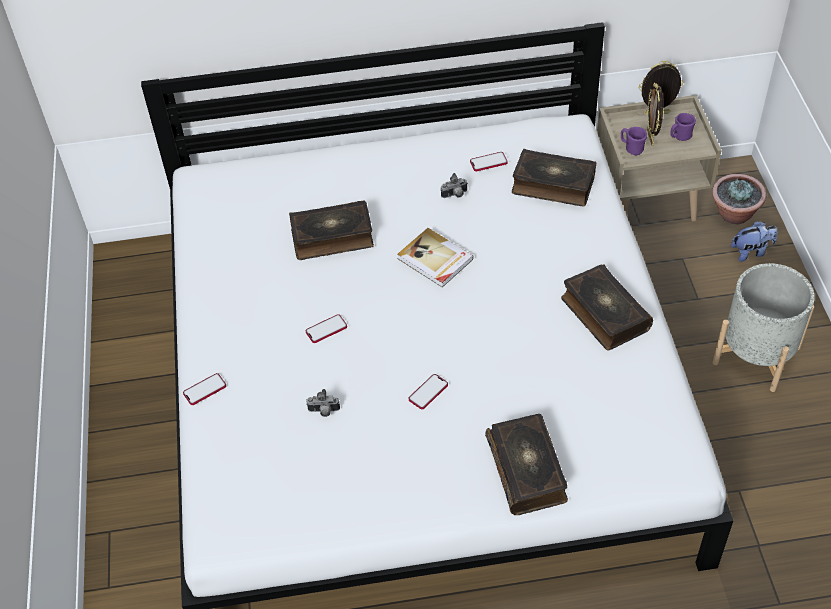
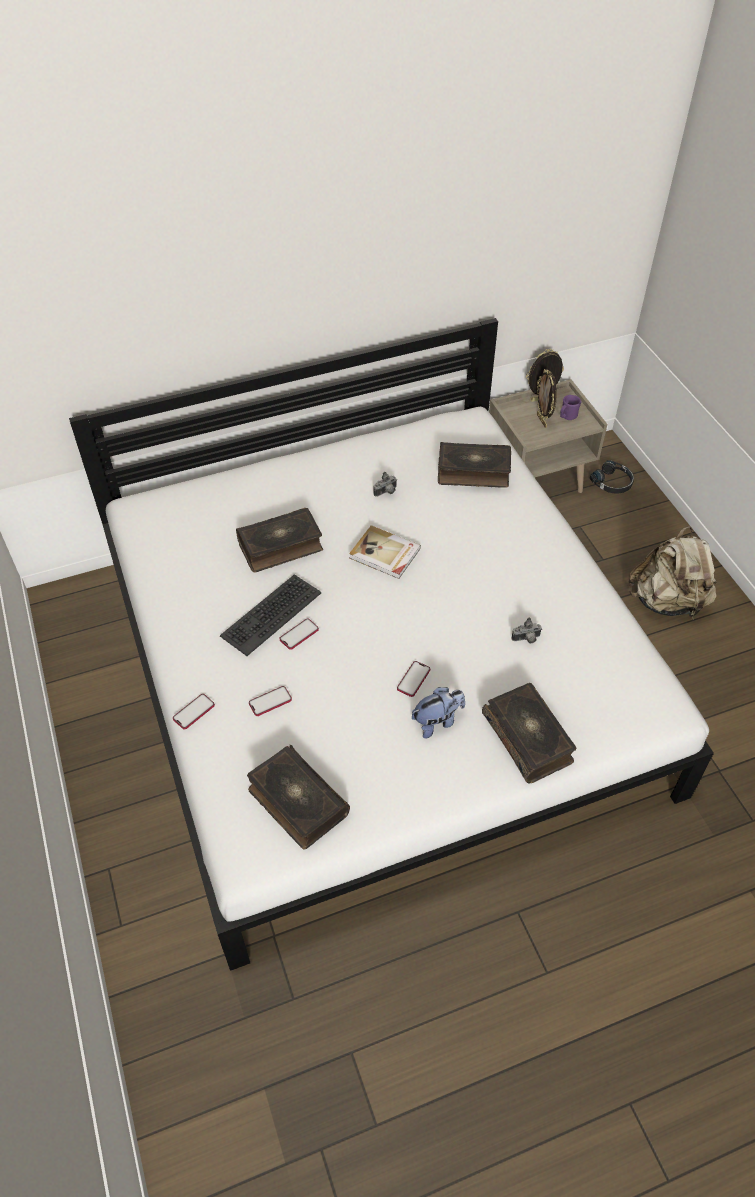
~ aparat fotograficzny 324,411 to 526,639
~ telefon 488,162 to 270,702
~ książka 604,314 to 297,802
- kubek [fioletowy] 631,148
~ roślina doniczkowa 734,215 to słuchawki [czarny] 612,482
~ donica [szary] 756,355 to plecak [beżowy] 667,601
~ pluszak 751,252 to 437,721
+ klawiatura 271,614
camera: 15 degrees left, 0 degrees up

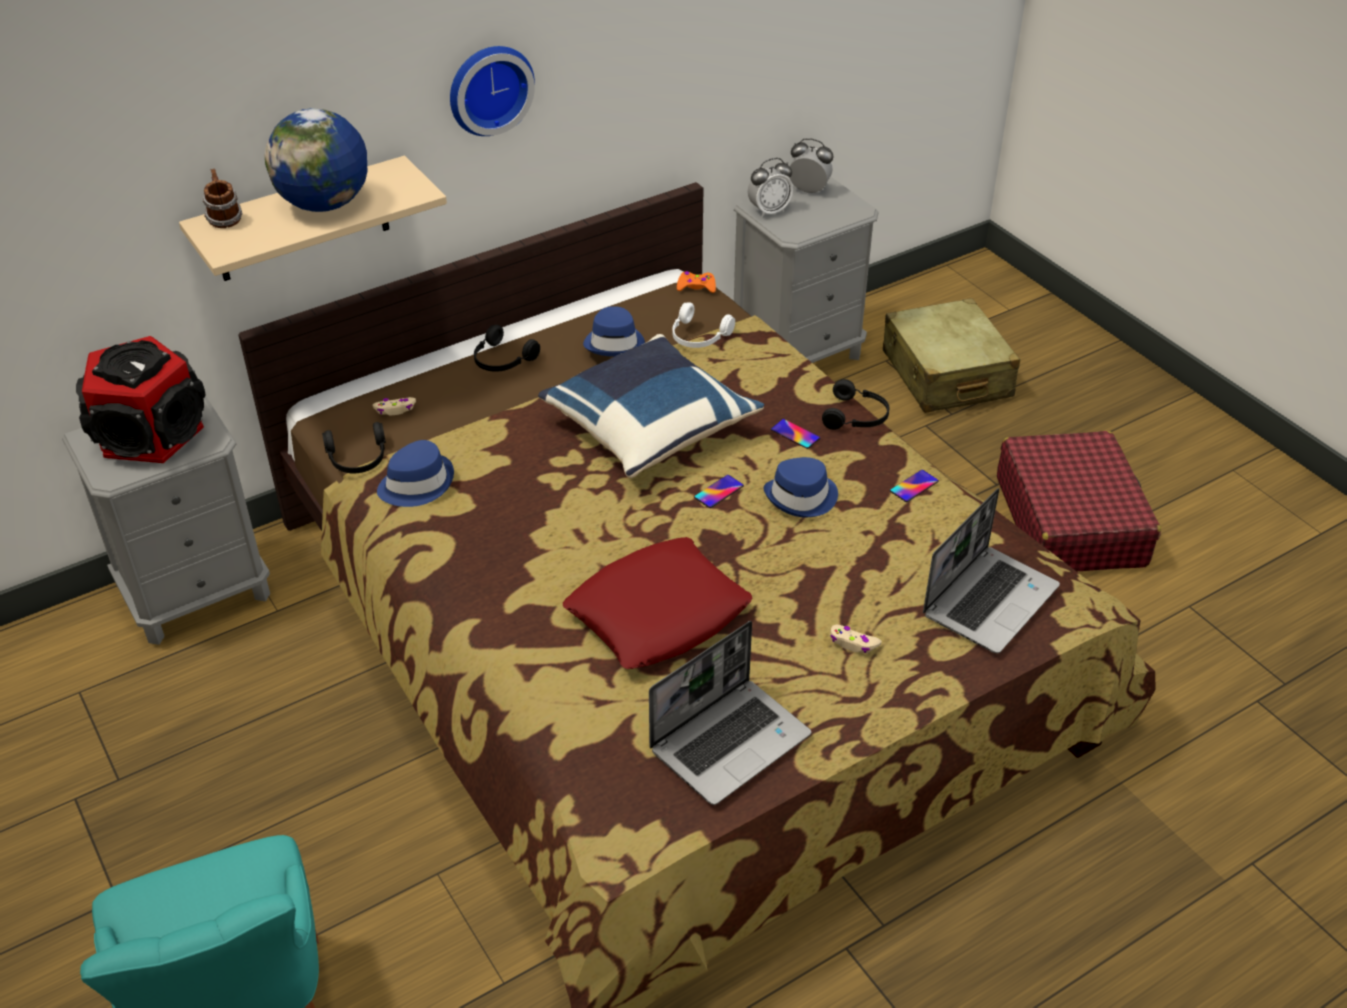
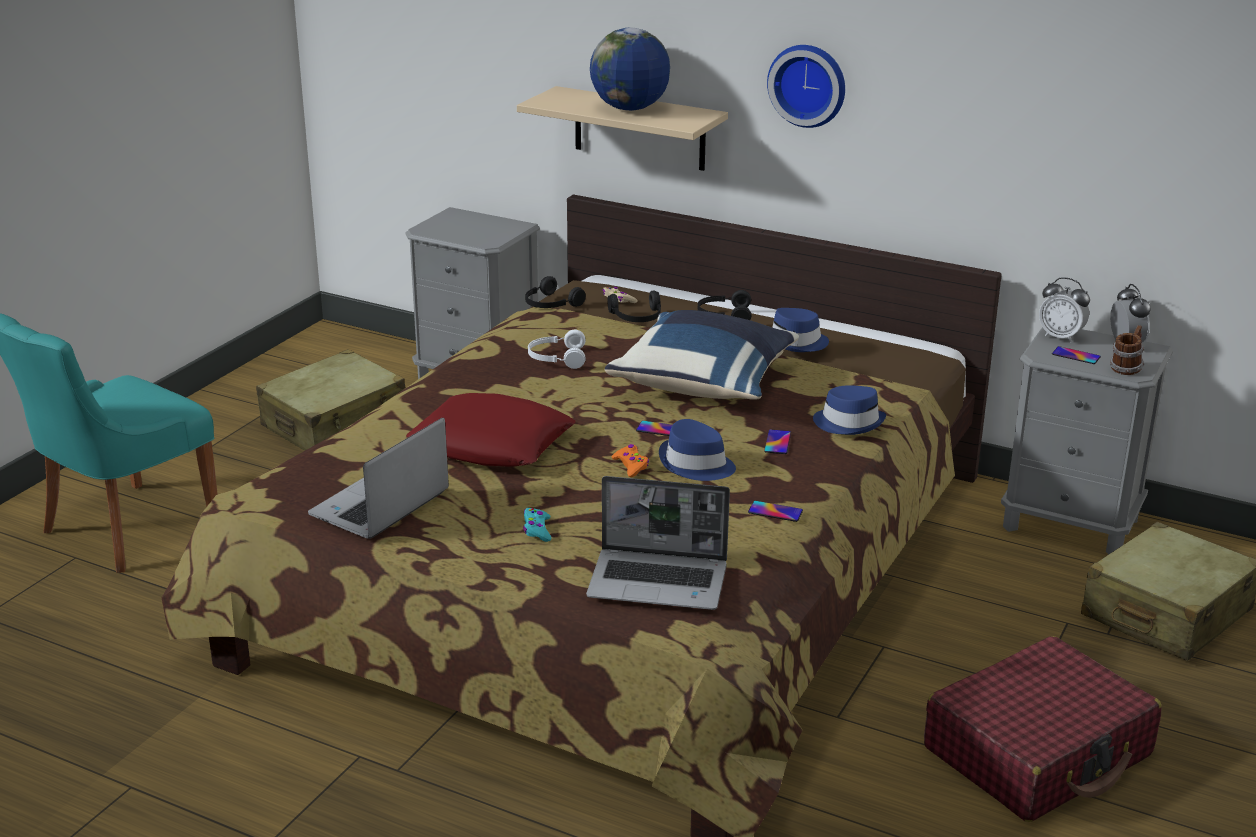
- głośnik 151,434
~ kubek 224,219 to 1126,368
~ kapelusz [niebieski] 416,484 to 849,423
~ laptop 730,741 = 380,506 105 degrees clockwise
~ słuchawki [biały] 698,337 to 556,358
~ pad do gier [pomarańczowy] 696,287 to 631,466
~ słuchawki [czarny] 856,416 to 637,318
~ pad do gier [beżowy] 853,643 to pad do gier [turkusowy] 537,530
+ walizka [beżowy] 335,423
+ telefon 1076,356
camera: 60 degrees right, 15 degrees down

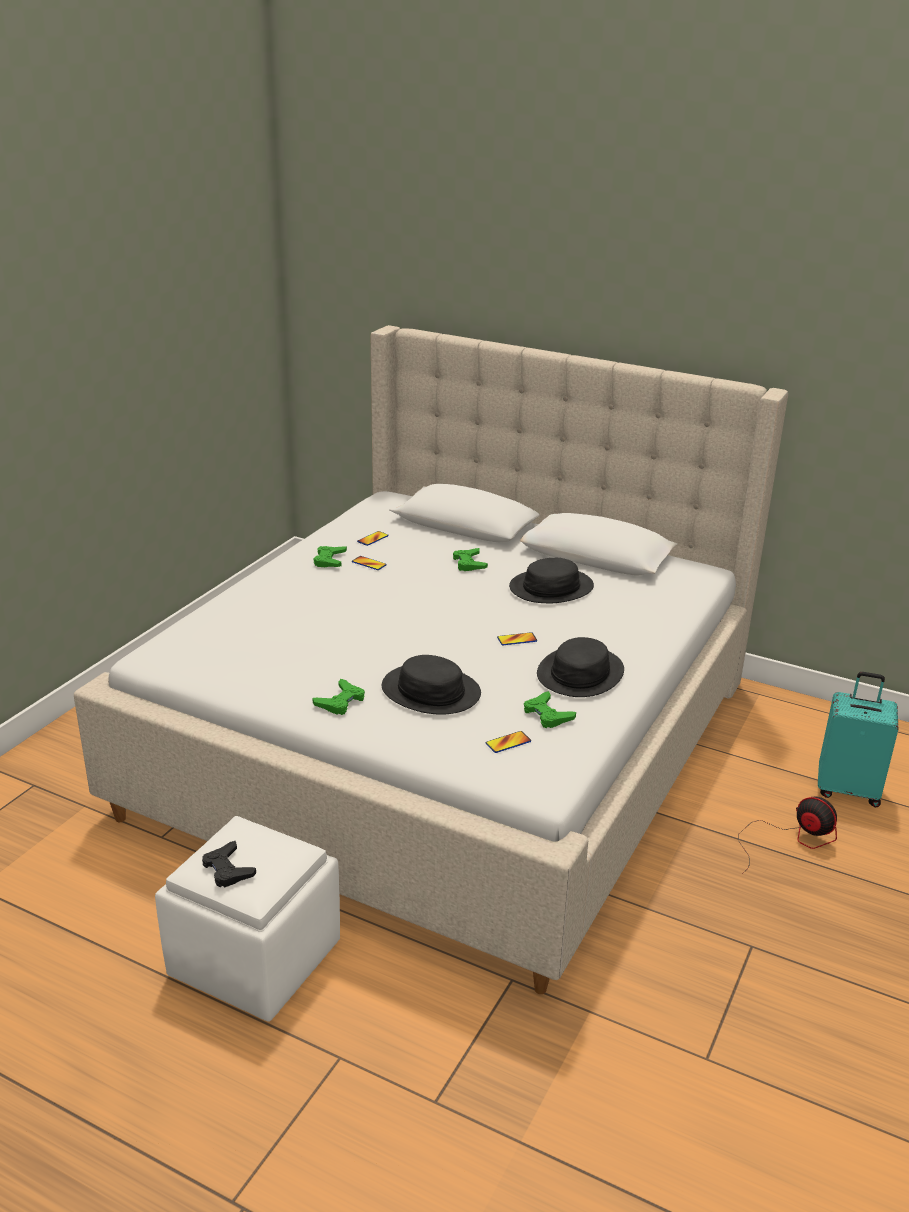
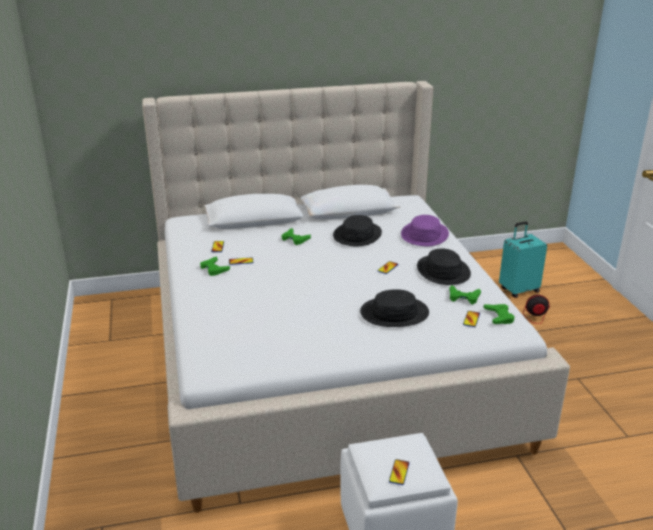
~ pad do gier [czarny] 228,869 to telefon 399,472
~ pad do gier [zielony] 340,702 to 499,317
+ kapelusz [fioletowy] 424,235
camera: 40 degrees left, 0 degrees up

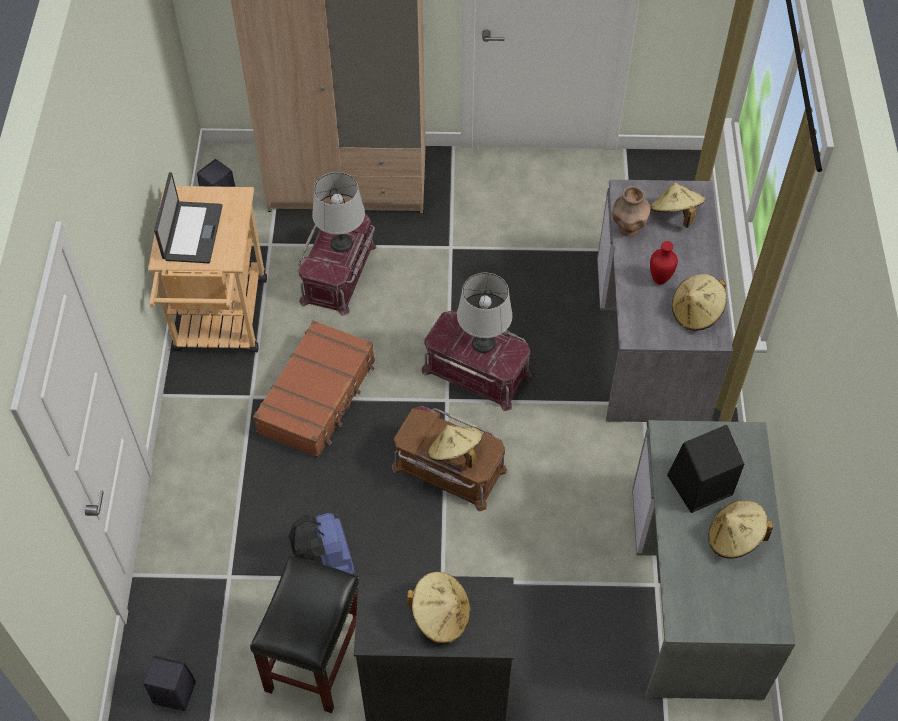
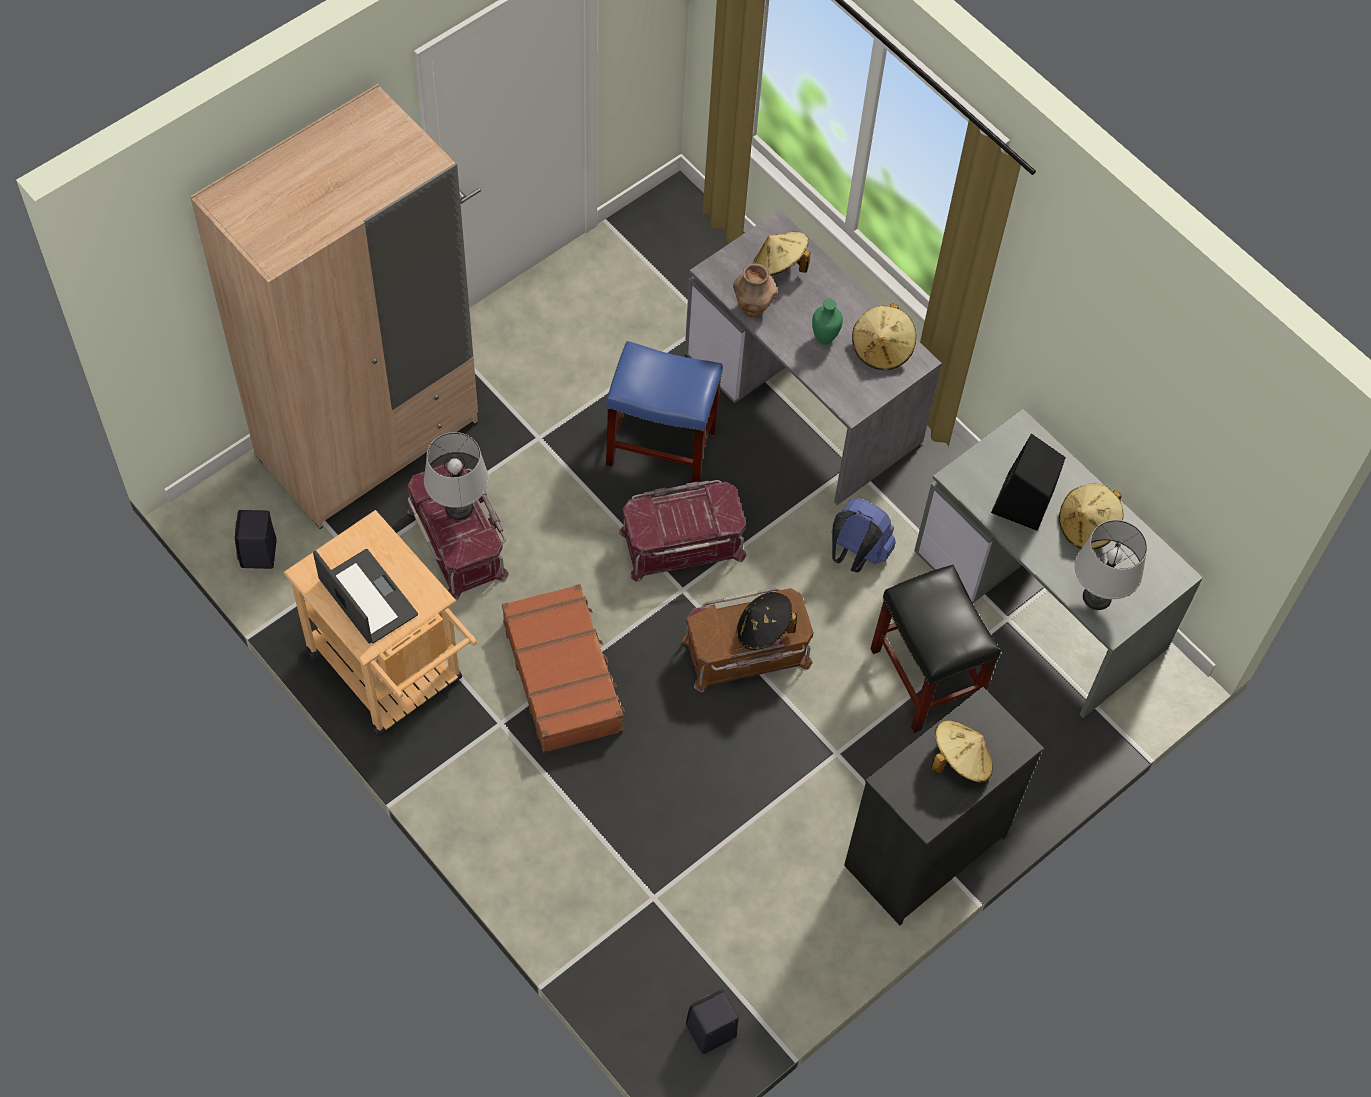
~ stołek [czarny] 315,657 to 924,677
~ plecak [niebieski] 327,563 to 856,554
~ kapelusz [beżowy] 454,453 to kapelusz [czarny] 763,630
~ lampa stołowa [szary] 483,343 to 1097,597
~ wazon [czerwony] 659,279 to wazon [zielony] 823,339
+ stołek [niebieski] 660,448
camera: 45 degrees left, 5 degrees up

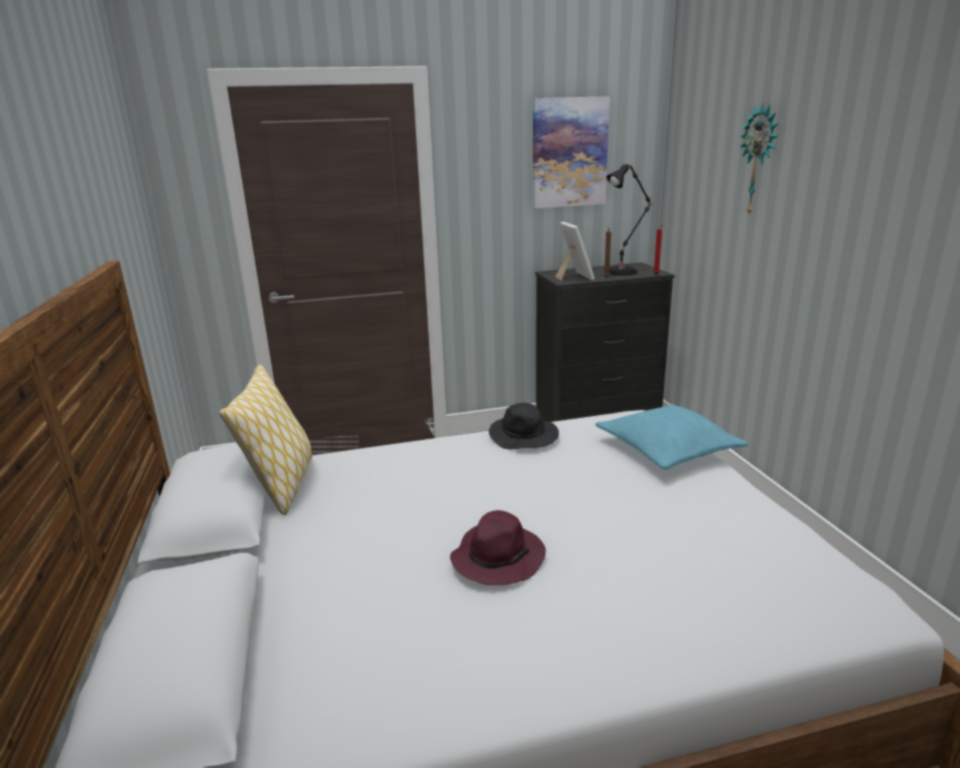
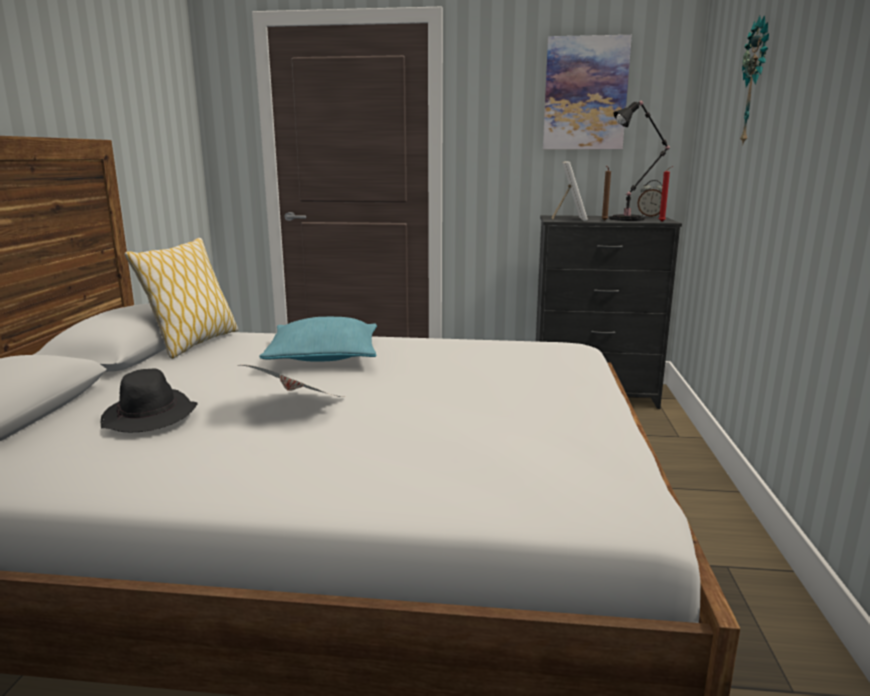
~ kapelusz [fioletowy] 498,557 to gazeta 296,407
~ kapelusz [czarny] 524,437 to 150,418
~ poduszka [turkusowy] 667,448 to 324,356
+ budzik 650,216
camera: 20 degrees right, 5 degrees down

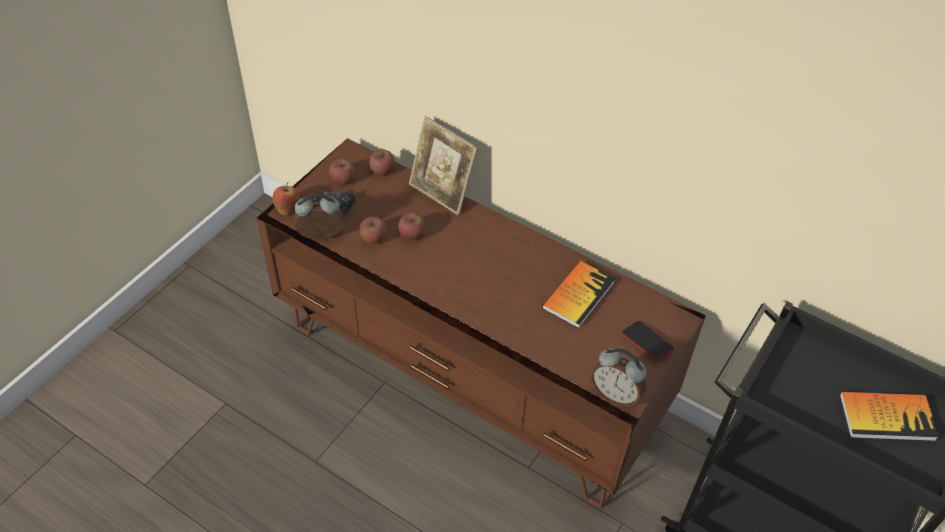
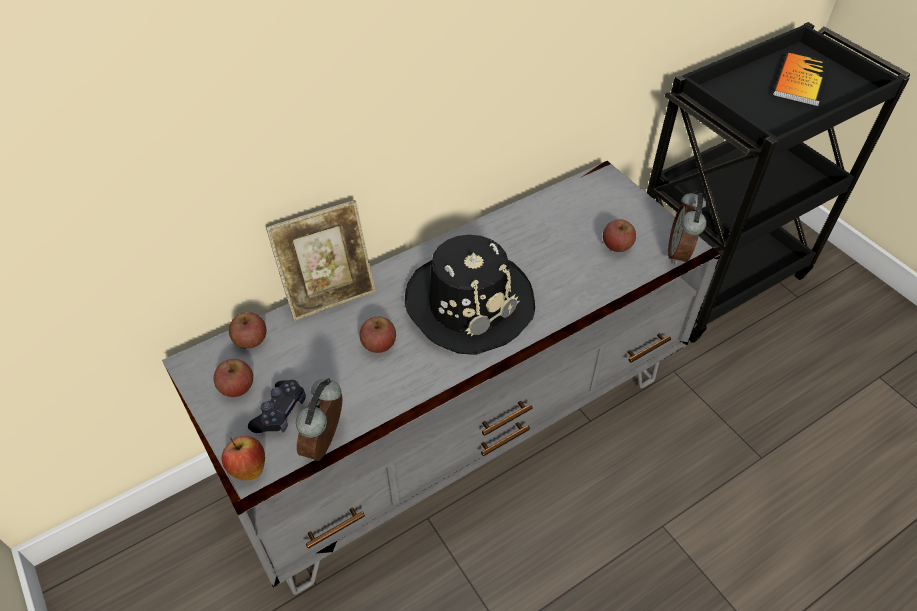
~ szafka pod telewizor [brązowy] 469,375 to szafka pod telewizor [szary] 459,430
~ jabłko 373,238 to 617,245
- książka 578,295
~ budzik 615,395 = 680,253 135 degrees clockwise
- telefon 646,343
+ kapelusz [czarny] 469,303
camera: 65 degrees left, 0 degrees up

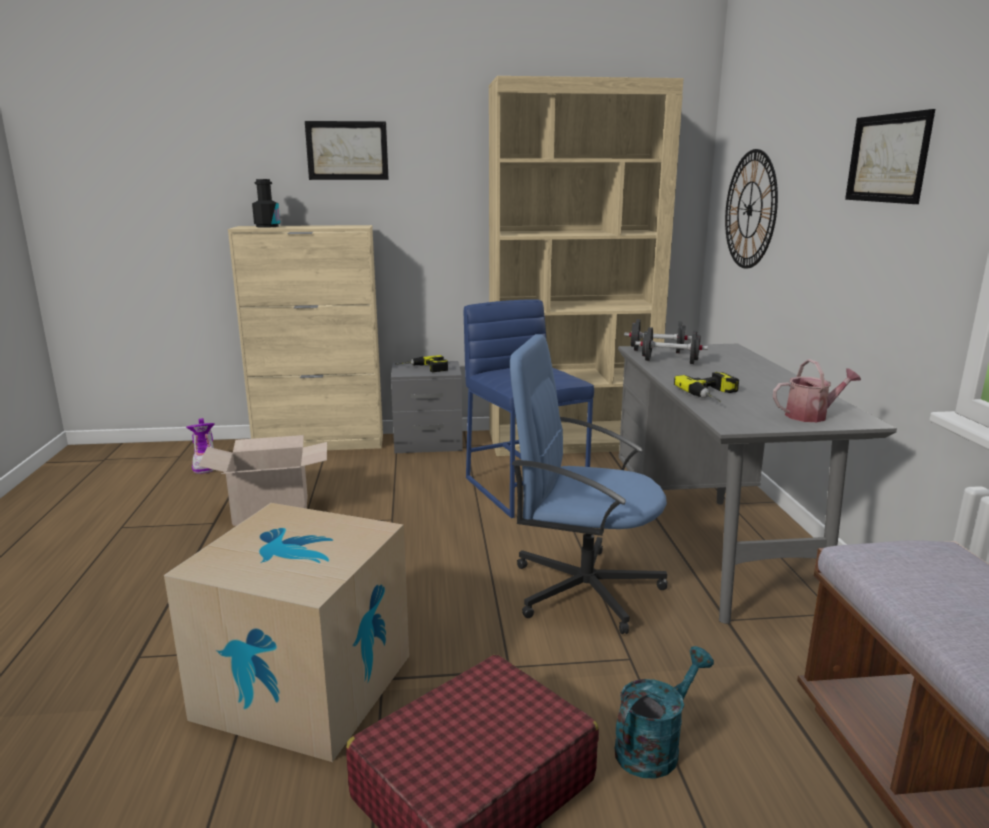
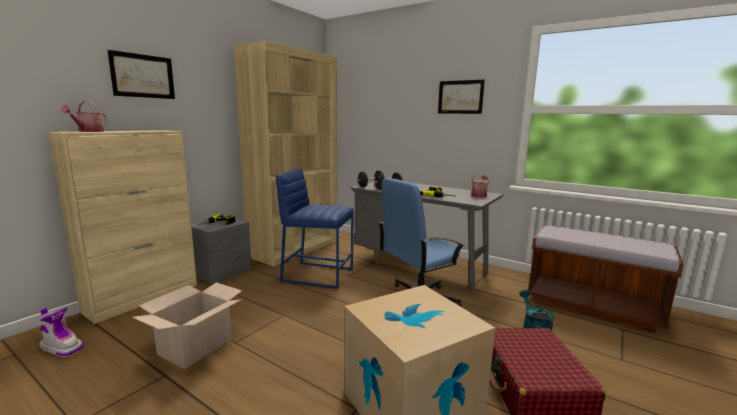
~ butelka [czarny] 267,226 to konewka 88,131
- zegar ścienny 750,210
camera: 50 degrees left, 5 degrees down

